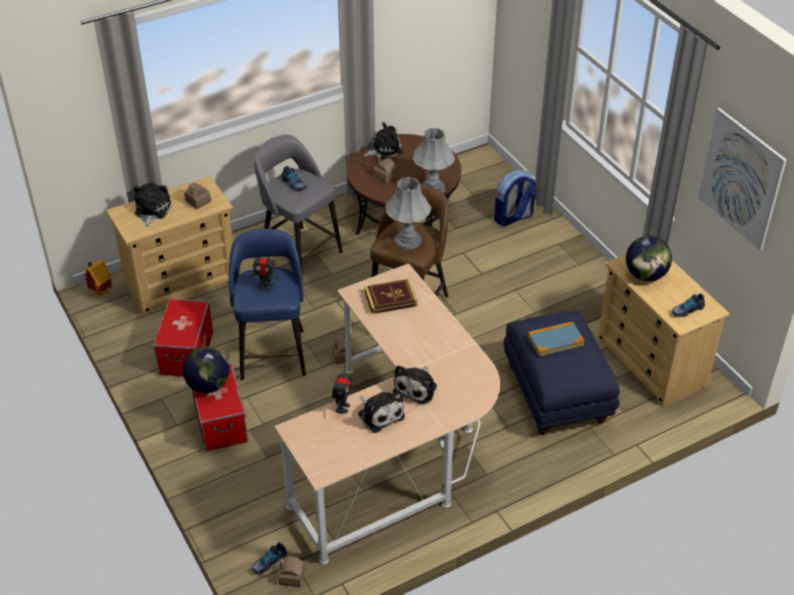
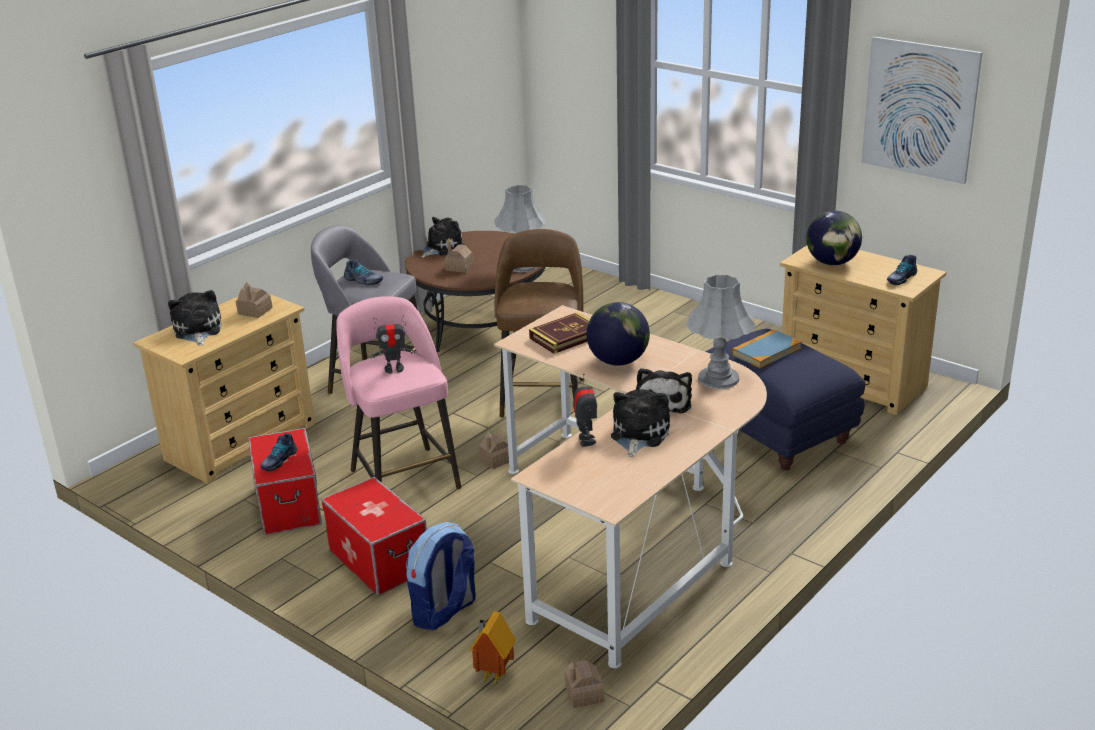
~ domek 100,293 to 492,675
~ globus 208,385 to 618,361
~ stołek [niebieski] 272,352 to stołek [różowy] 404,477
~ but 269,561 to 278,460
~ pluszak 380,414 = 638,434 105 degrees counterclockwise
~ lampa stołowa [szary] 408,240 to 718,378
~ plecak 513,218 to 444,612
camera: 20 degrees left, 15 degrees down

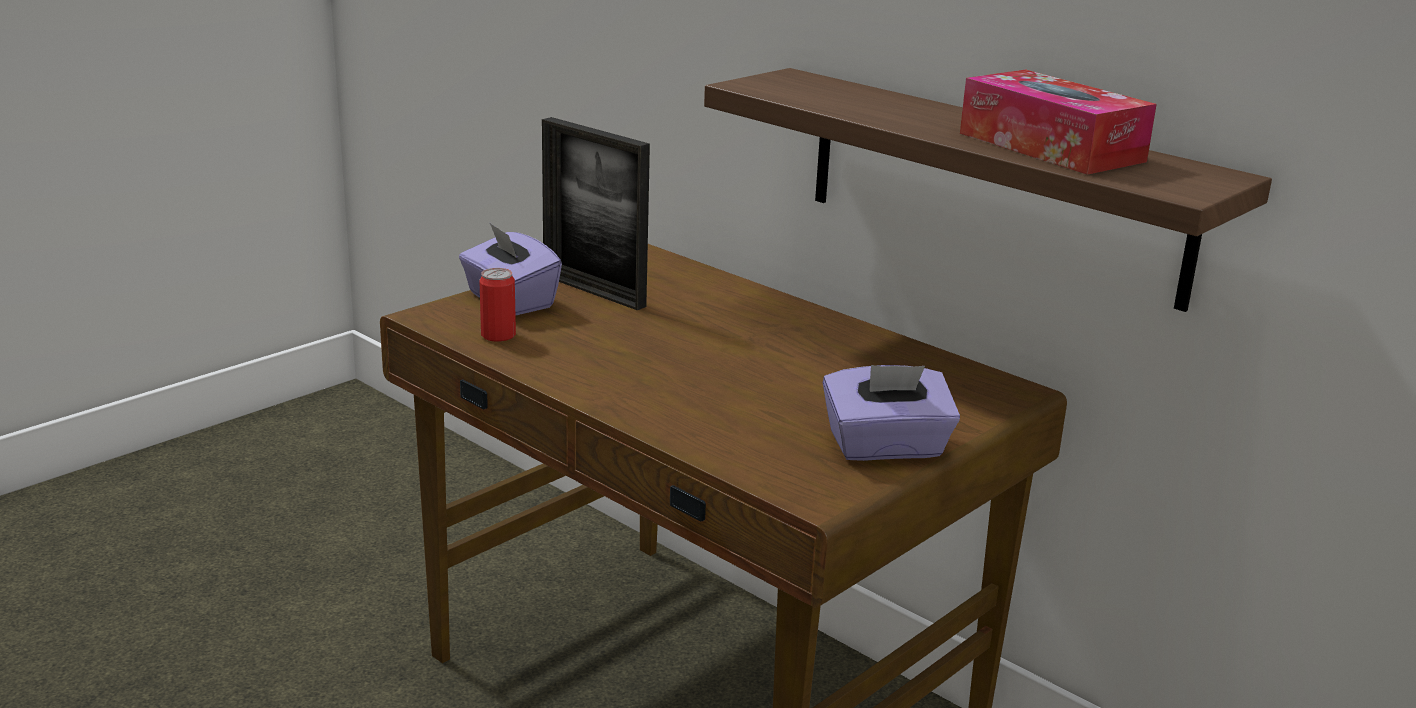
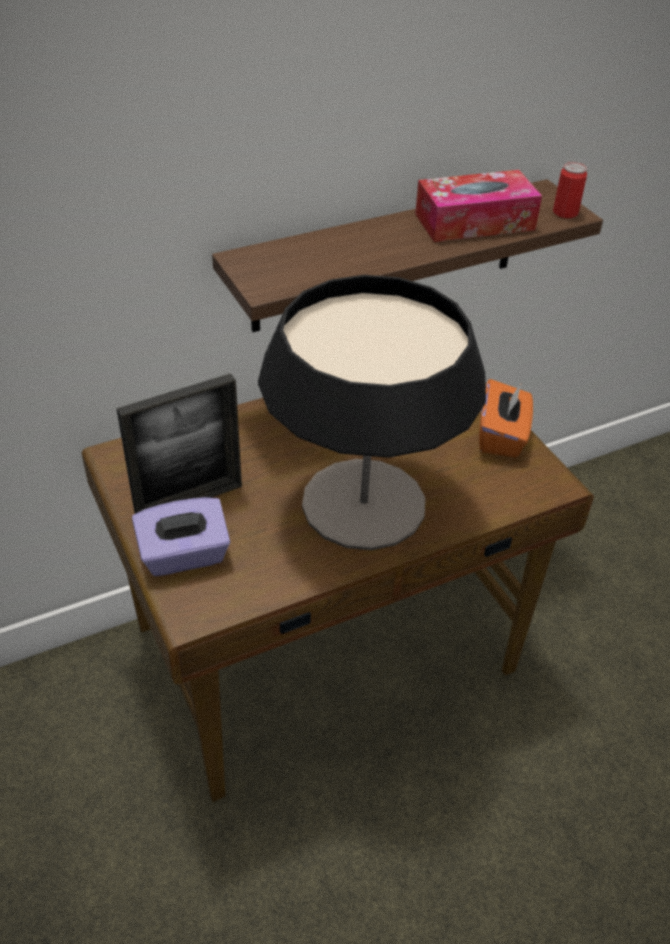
~ puszka 498,335 to 565,212
~ pudełko chusteczek [fioletowy] 886,447 to pudełko chusteczek [pomarańczowy] 502,436
+ lampa stołowa 363,503
camera: 70 degrees left, 20 degrees up

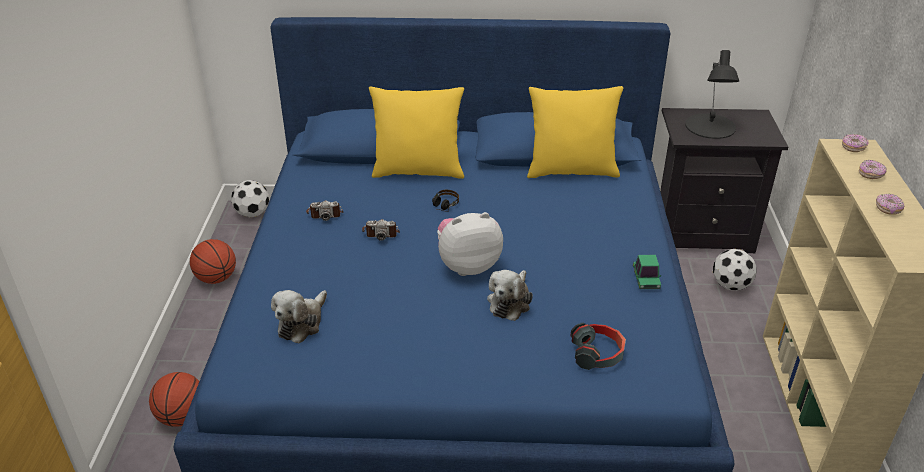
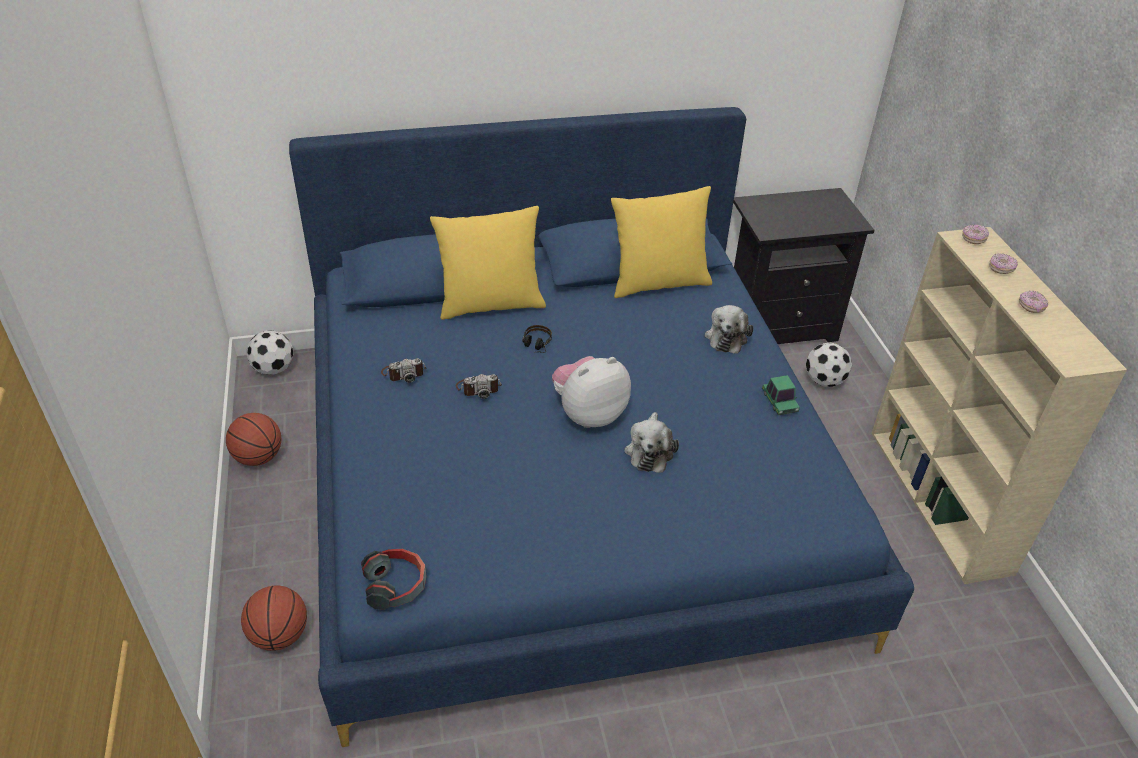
~ pluszak 302,323 to 726,336
~ słuchawki 598,354 to 396,585
- lampa stołowa [czarny] 710,126
camera: 15 degrees left, 5 degrees up

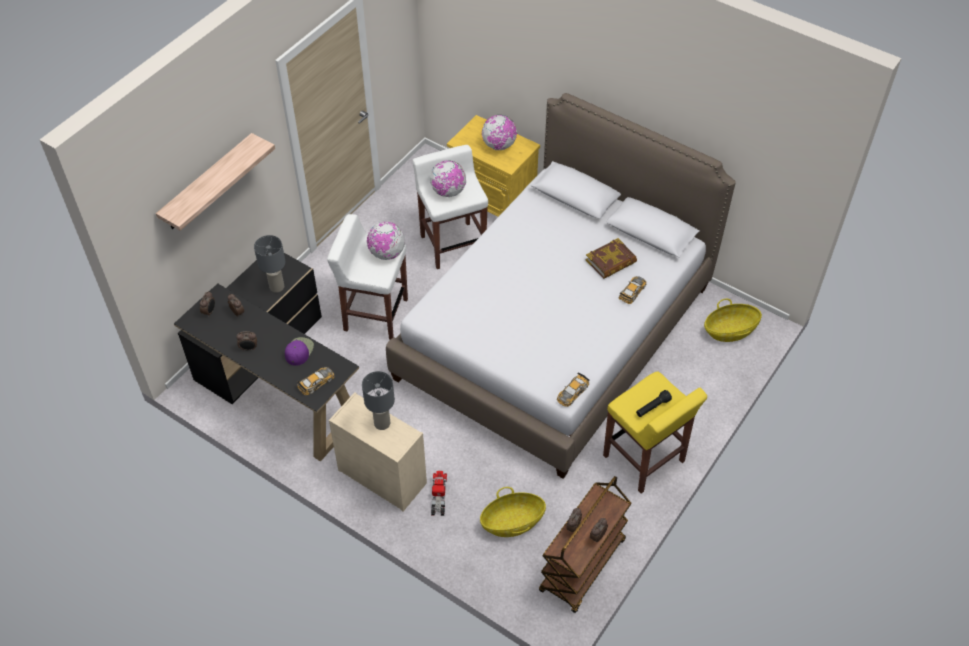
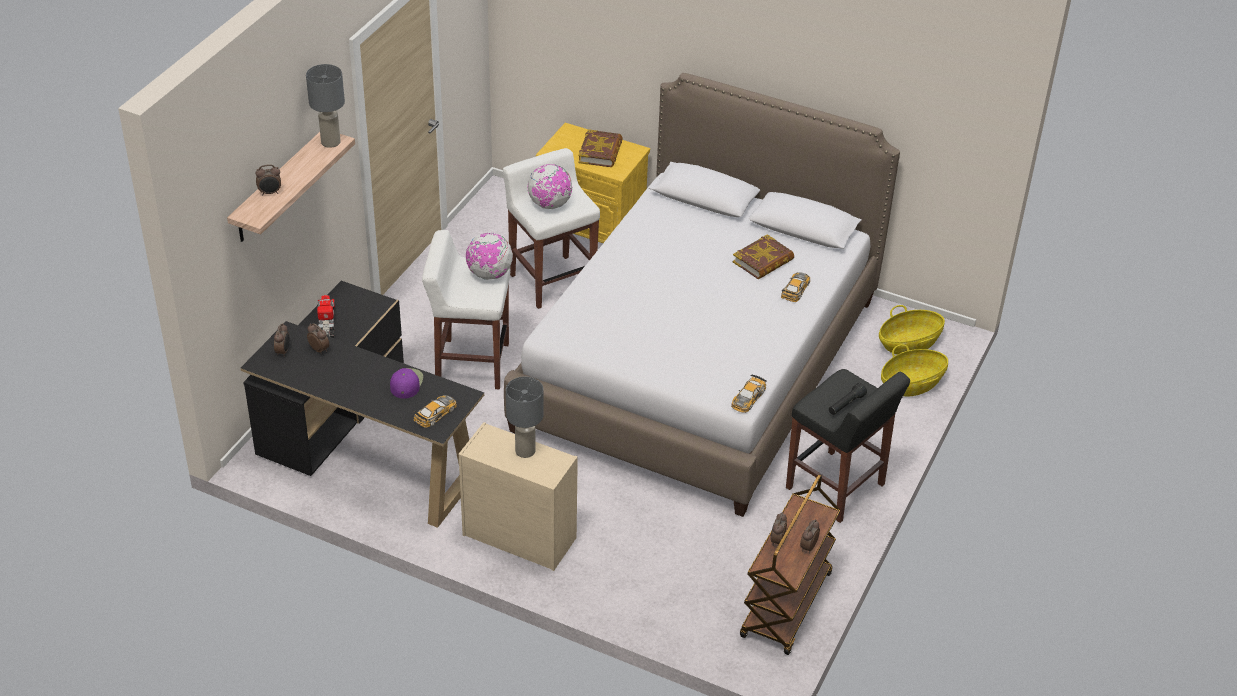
~ budzik 249,348 to 270,193
~ lampa stołowa [szary] 276,287 to 330,142
~ ciężarówka zabawkowa 439,495 to 326,322
~ koszyk 512,522 to 911,384
~ globus 499,145 to książka 600,152
~ stołek [żółty] 644,459 to stołek [czarny] 836,487
camera: 10 degrees left, 10 degrees down

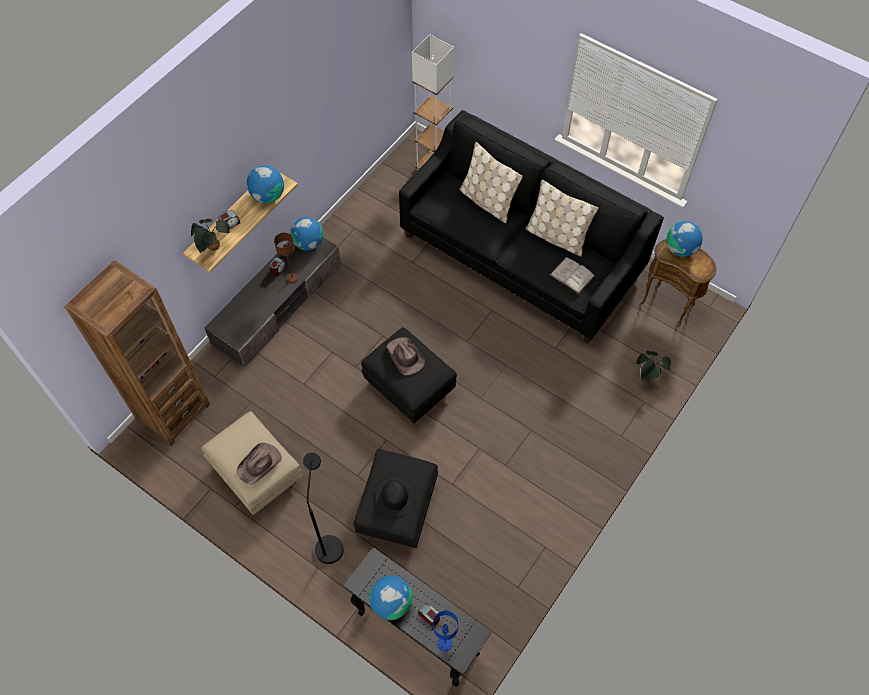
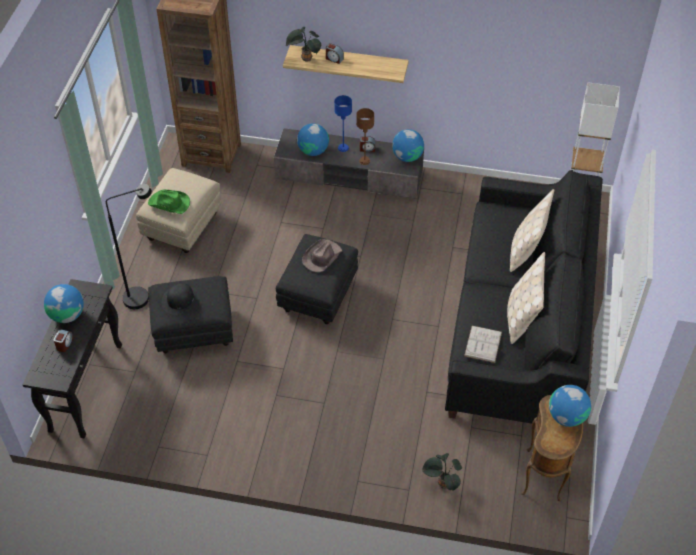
~ kapelusz [brązowy] 260,464 to kapelusz [zielony] 169,203
~ globus 268,195 to 313,151
~ lampa stołowa [niebieski] 444,643 to 343,148
camera: 65 degrees right, 10 degrees down

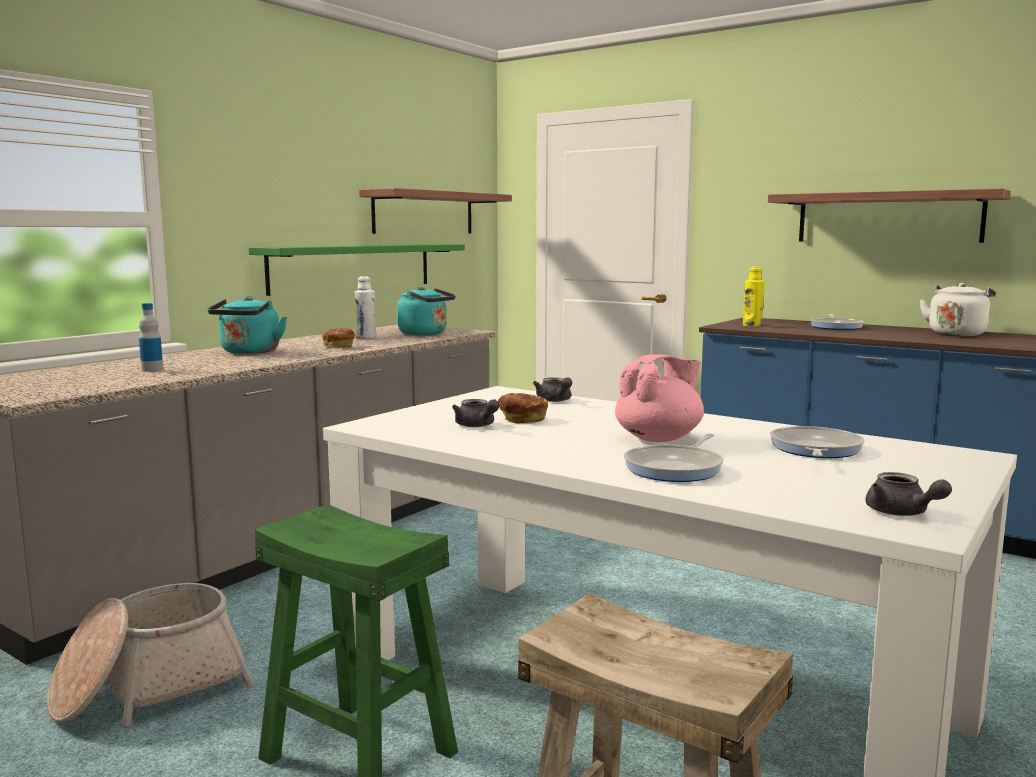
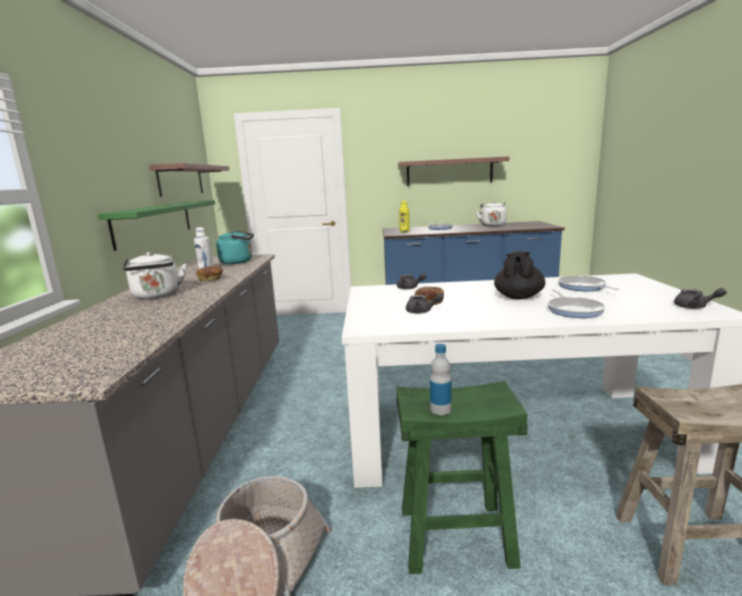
~ butelka 152,370 to 440,409
~ czajnik [turkusowy] 249,352 to czajnik [biały] 157,296
~ imbryk [różowy] 659,438 to imbryk [czarny] 518,297
camera: 35 degrees left, 5 degrees up

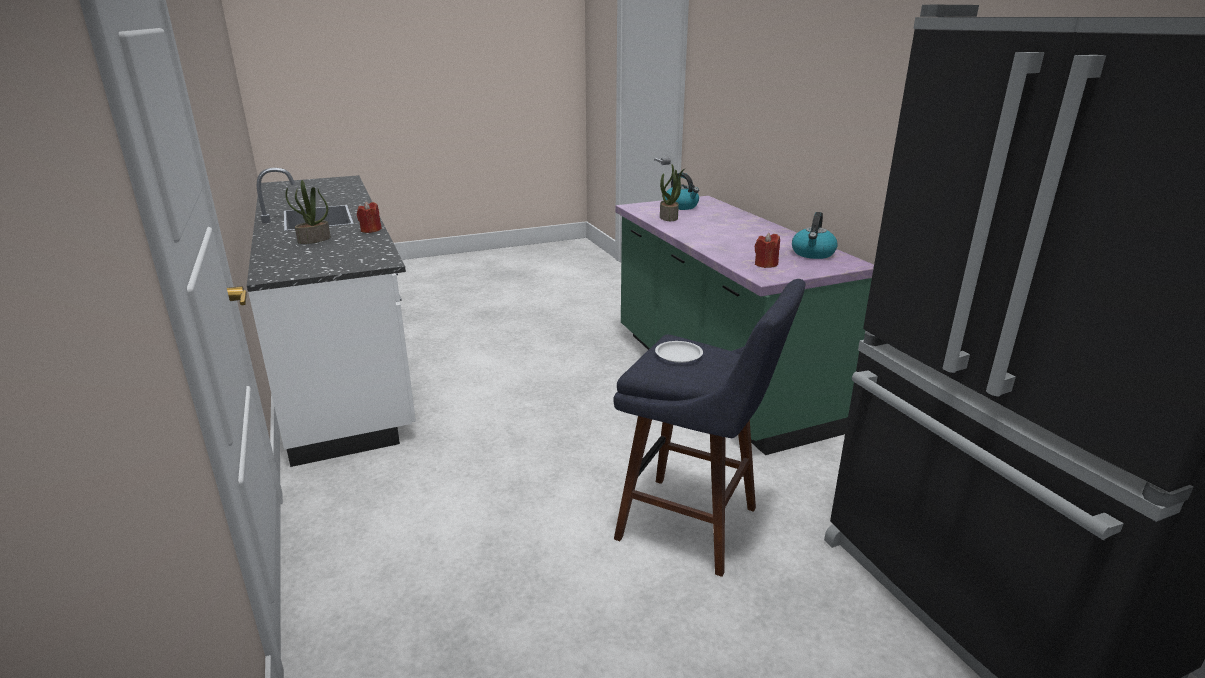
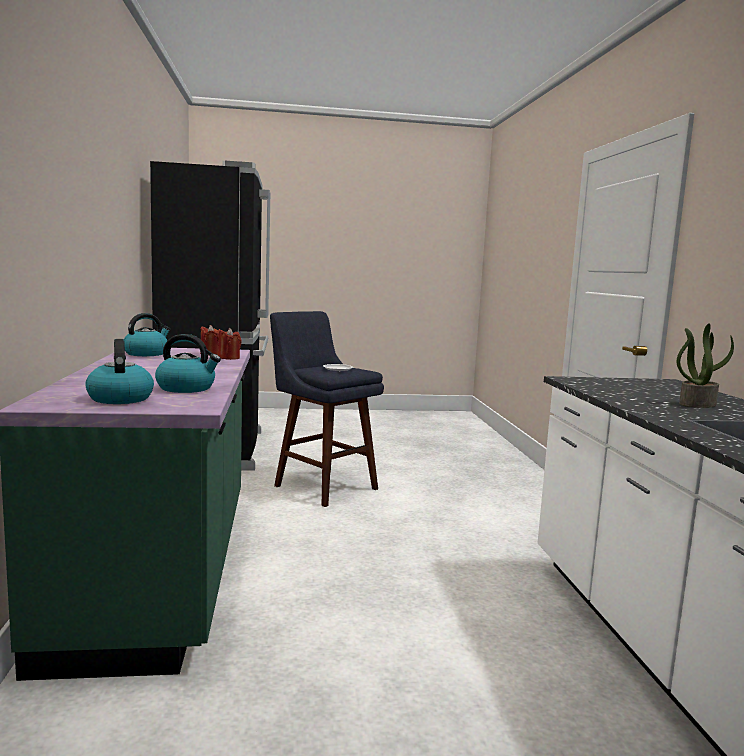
~ świeca [czerwony] 370,230 to 229,358
~ roślina doniczkowa 669,217 to czajnik 187,388
camera: 165 degrees left, 15 degrees down

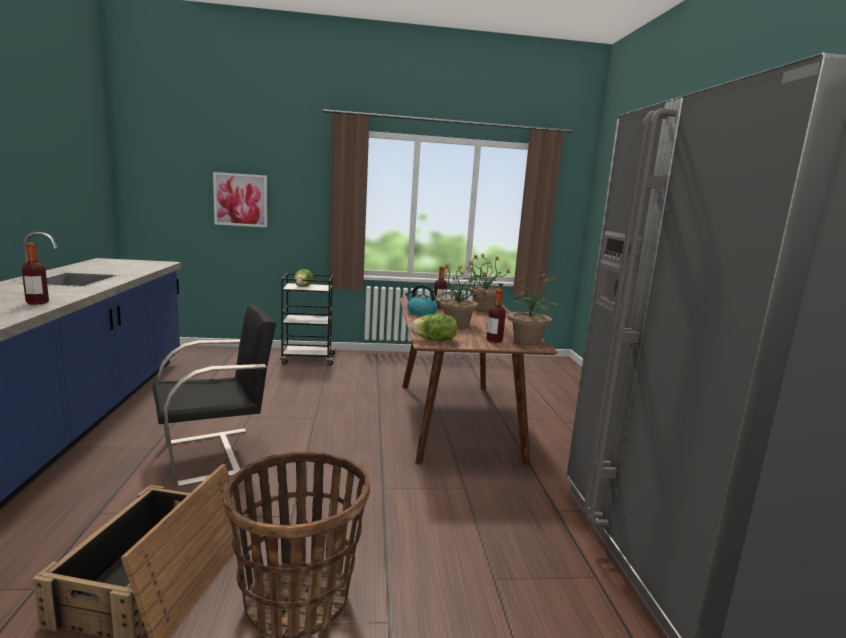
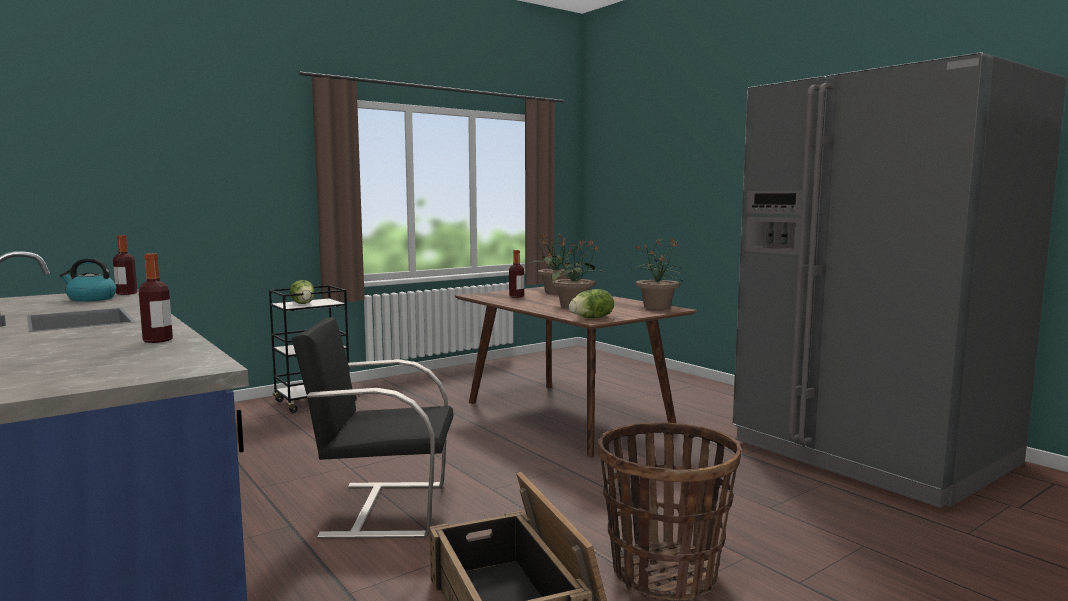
~ krzesło [czarny] 216,455 = 383,509 120 degrees counterclockwise
- obraz 240,200
~ czajnik 421,313 to 91,299
~ butelka 494,341 to 126,293
camera: 30 degrees left, 5 degrees down

